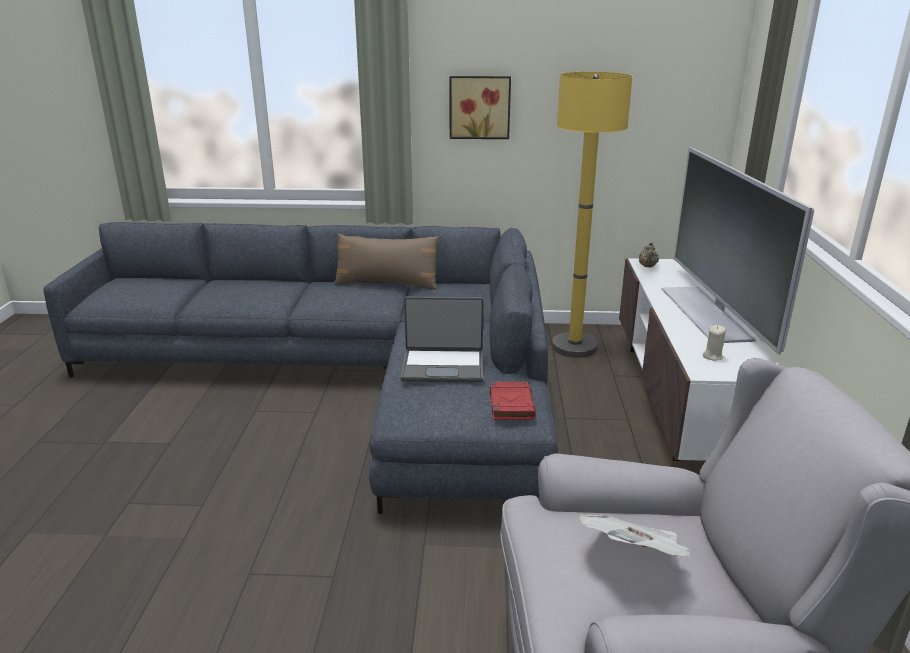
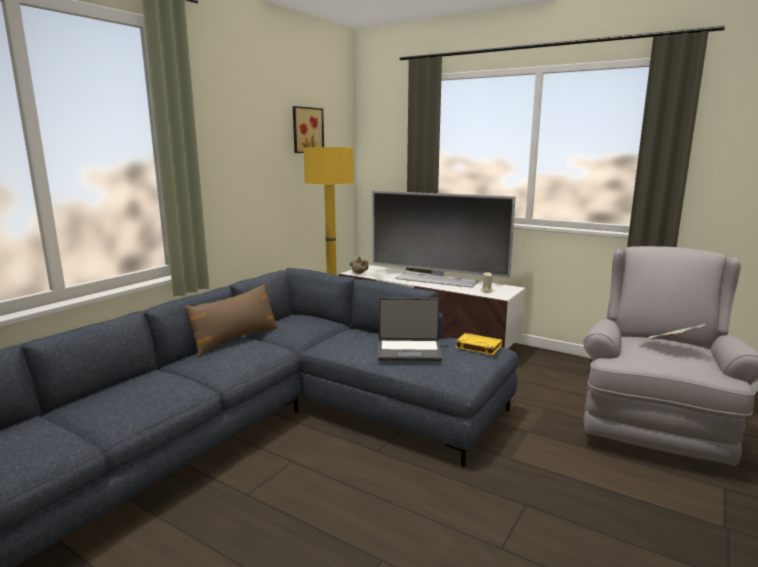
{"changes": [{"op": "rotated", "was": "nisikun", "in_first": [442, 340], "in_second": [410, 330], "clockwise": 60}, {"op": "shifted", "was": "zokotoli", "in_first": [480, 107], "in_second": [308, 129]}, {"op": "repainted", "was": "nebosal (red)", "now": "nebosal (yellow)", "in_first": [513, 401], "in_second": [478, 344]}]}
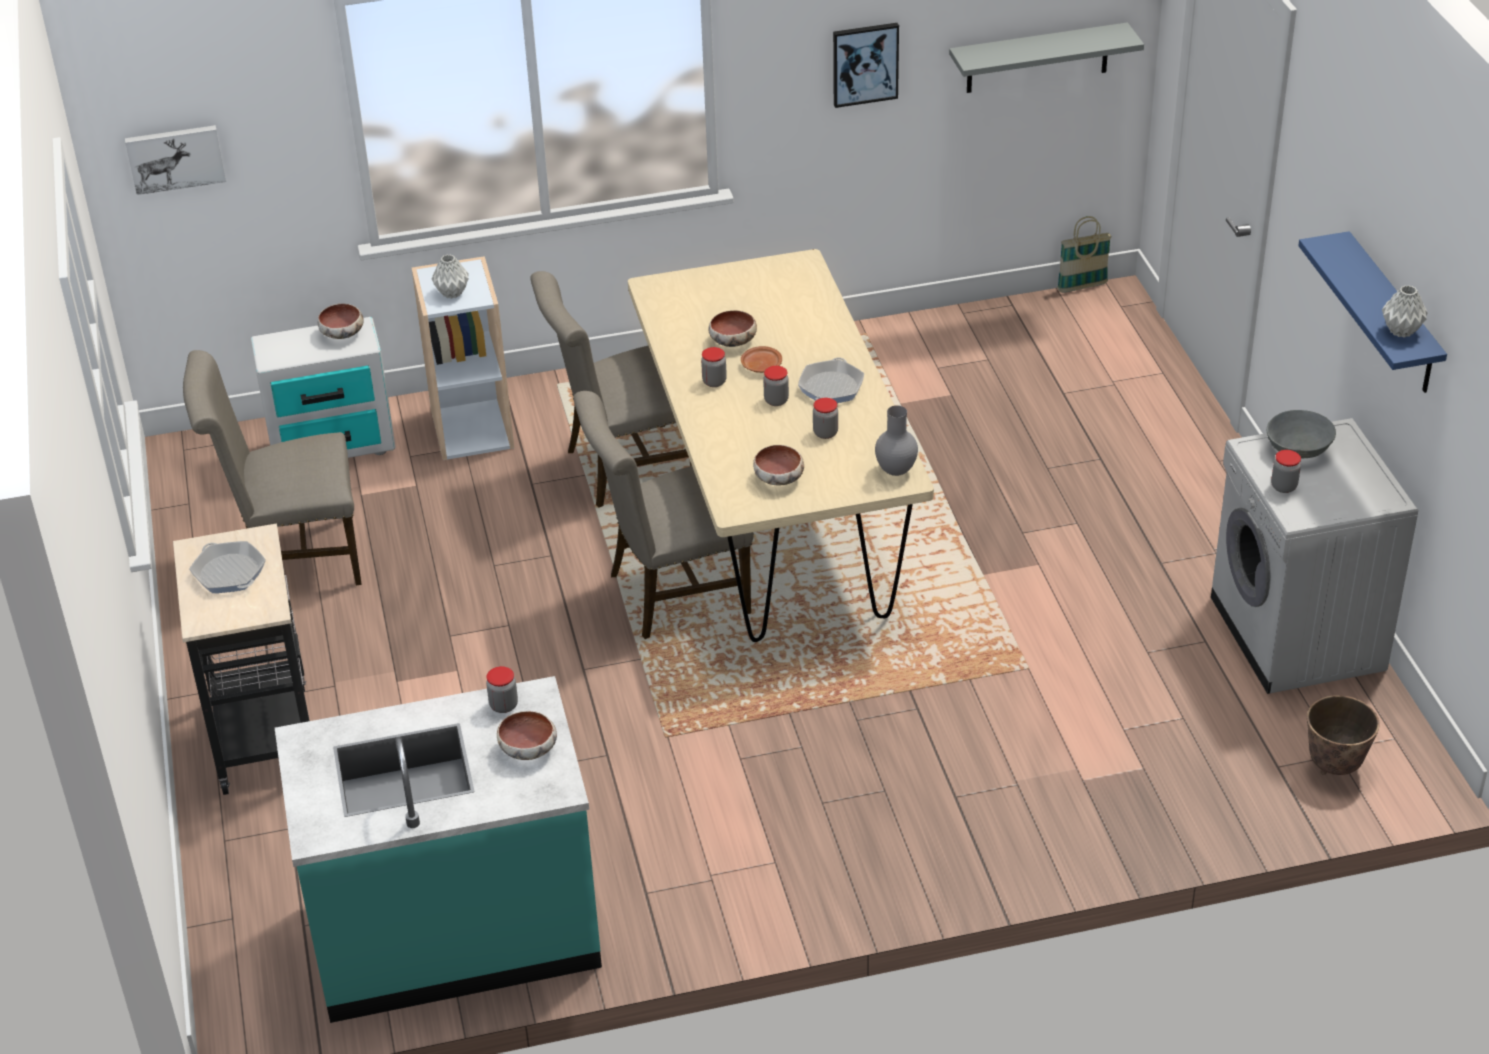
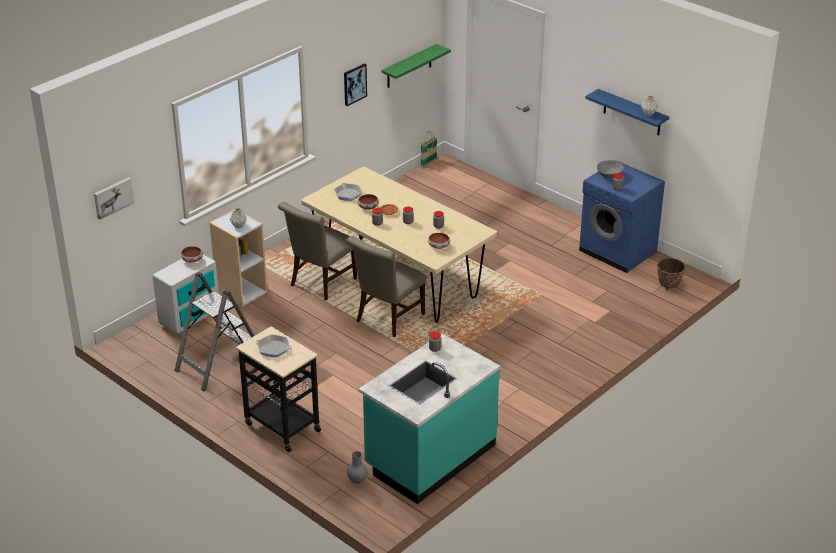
{"changes": [{"op": "swapped", "was": "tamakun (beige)", "now": "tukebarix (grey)", "in_first": [272, 468], "in_second": [214, 331]}, {"op": "gone", "was": "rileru", "in_first": [527, 735]}, {"op": "shifted", "was": "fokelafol", "in_first": [831, 380], "in_second": [348, 192]}, {"op": "shifted", "was": "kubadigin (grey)", "in_first": [896, 440], "in_second": [357, 467]}, {"op": "repainted", "was": "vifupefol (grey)", "now": "vifupefol (green)", "in_first": [1046, 57], "in_second": [416, 66]}, {"op": "repainted", "was": "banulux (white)", "now": "banulux (blue)", "in_first": [1314, 556], "in_second": [622, 216]}]}
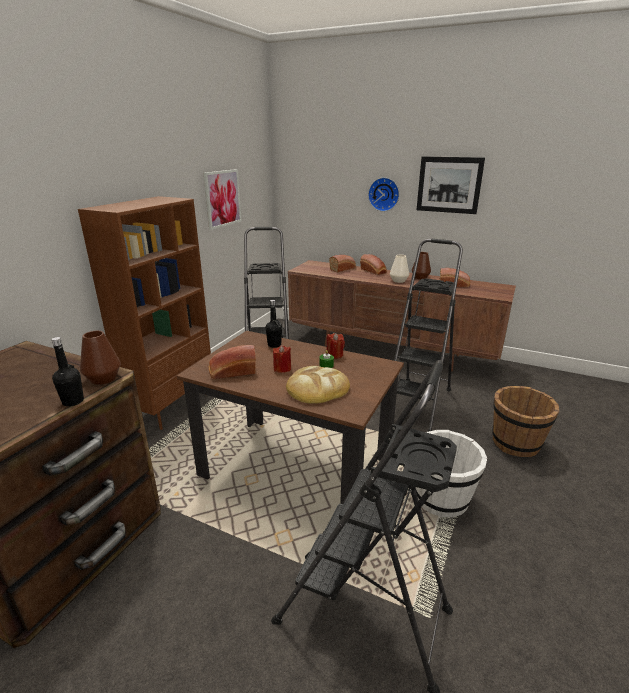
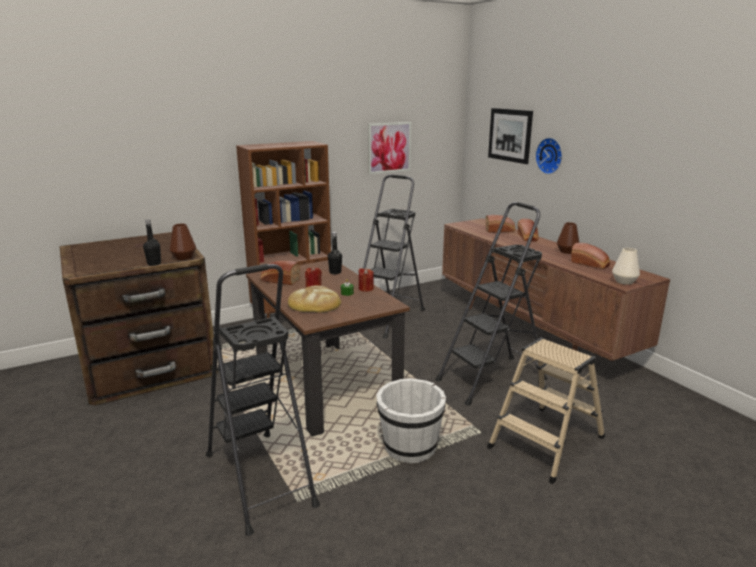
{"changes": [{"op": "shifted", "was": "kubadigin (white)", "in_first": [399, 269], "in_second": [626, 266]}, {"op": "shifted", "was": "zokotoli", "in_first": [450, 185], "in_second": [510, 136]}, {"op": "swapped", "was": "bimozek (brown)", "now": "tukebarix (beige)", "in_first": [525, 421], "in_second": [546, 411]}]}
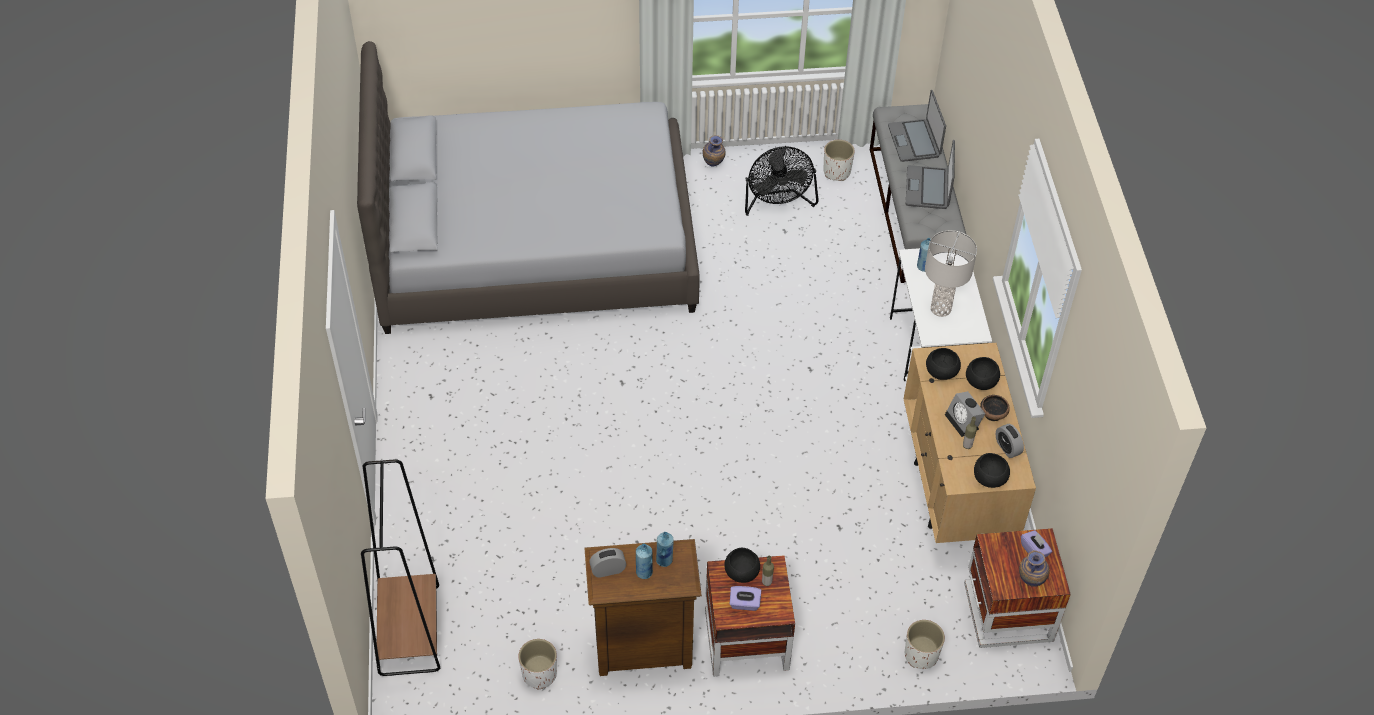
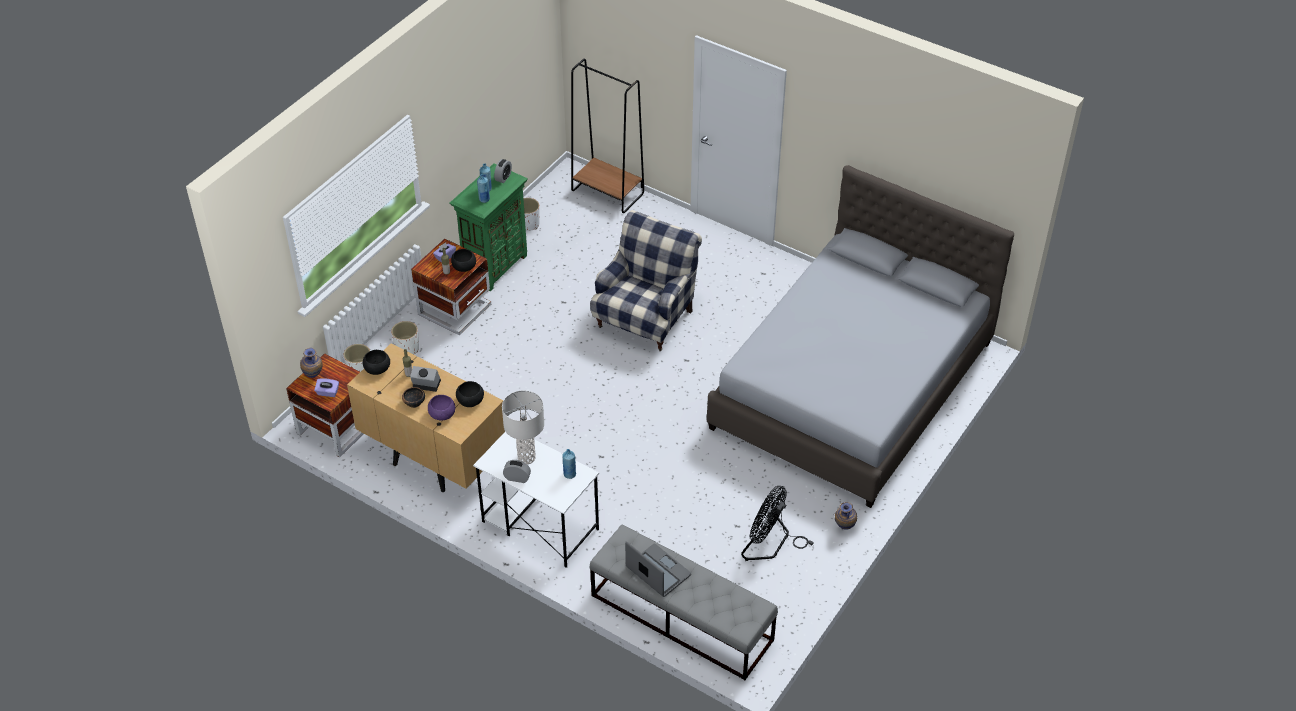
{"changes": [{"op": "repainted", "was": "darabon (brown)", "now": "darabon (green)", "in_first": [643, 607], "in_second": [488, 227]}, {"op": "shifted", "was": "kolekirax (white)", "in_first": [839, 160], "in_second": [405, 338]}, {"op": "gone", "was": "nisikun", "in_first": [917, 126]}, {"op": "repainted", "was": "rileru (black)", "now": "rileru (purple)", "in_first": [983, 373], "in_second": [441, 408]}, {"op": "shifted", "was": "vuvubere", "in_first": [1010, 441], "in_second": [517, 471]}, {"op": "new", "now": "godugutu", "in_second": [646, 280]}]}
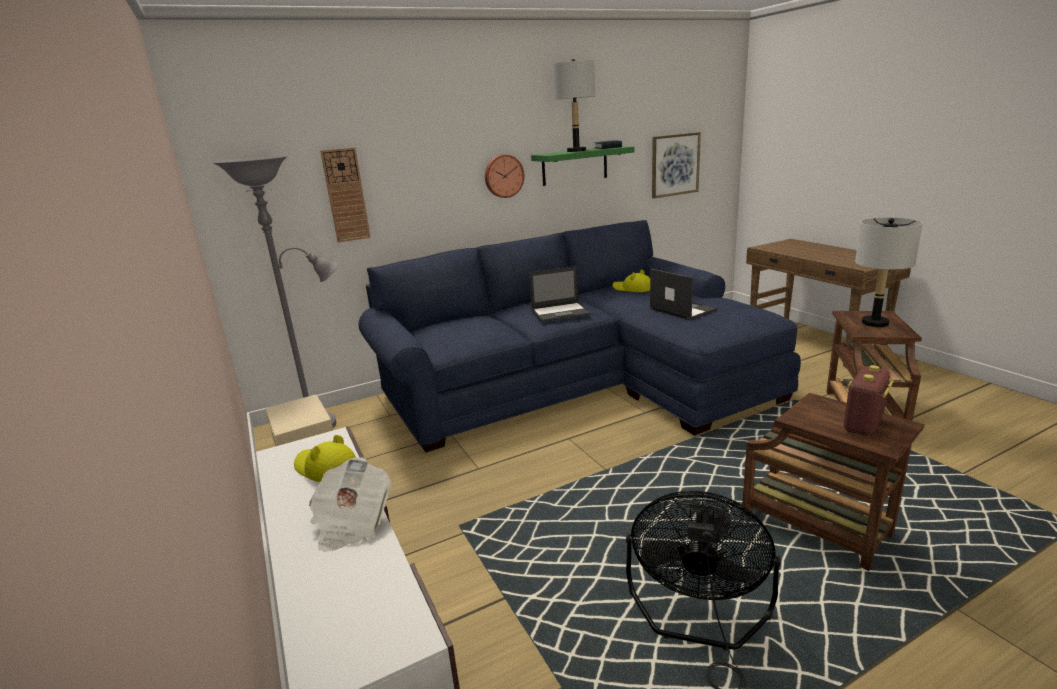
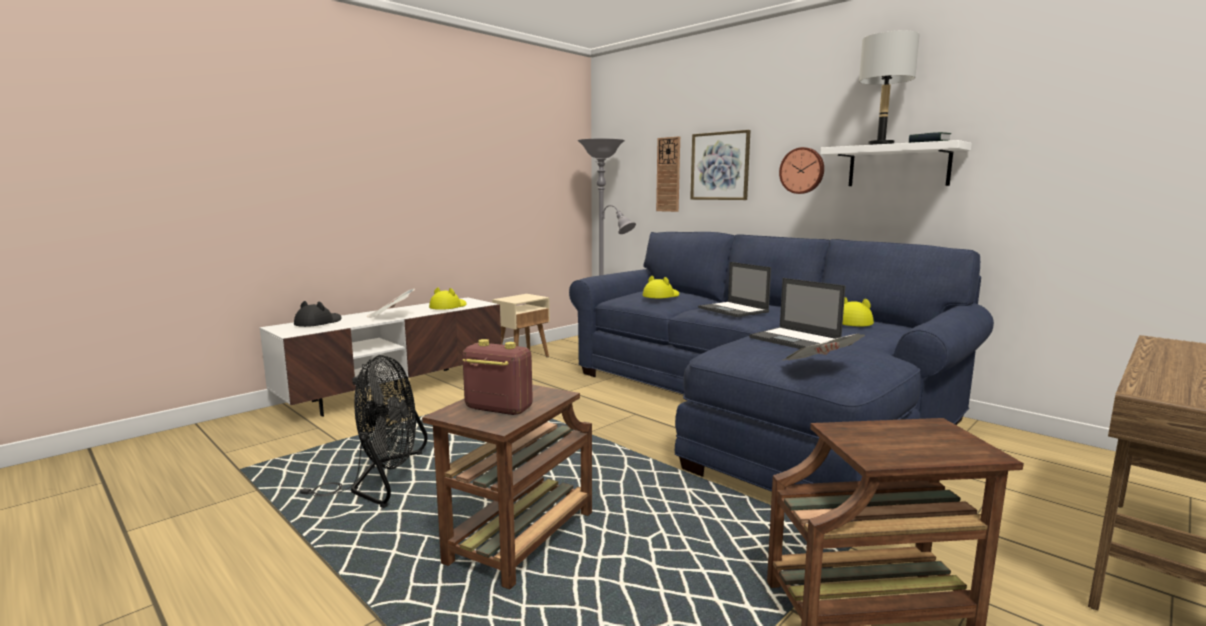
{"changes": [{"op": "repainted", "was": "vifupefol (green)", "now": "vifupefol (white)", "in_first": [583, 166], "in_second": [896, 163]}, {"op": "rotated", "was": "nisikun", "in_first": [684, 294], "in_second": [797, 313], "clockwise": 105}, {"op": "shifted", "was": "zokotoli", "in_first": [676, 165], "in_second": [720, 165]}, {"op": "gone", "was": "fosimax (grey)", "in_first": [889, 272]}, {"op": "new", "now": "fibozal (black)", "in_second": [318, 314]}, {"op": "new", "now": "fibozal (yellow)", "in_second": [661, 287]}, {"op": "new", "now": "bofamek", "in_second": [824, 346]}]}
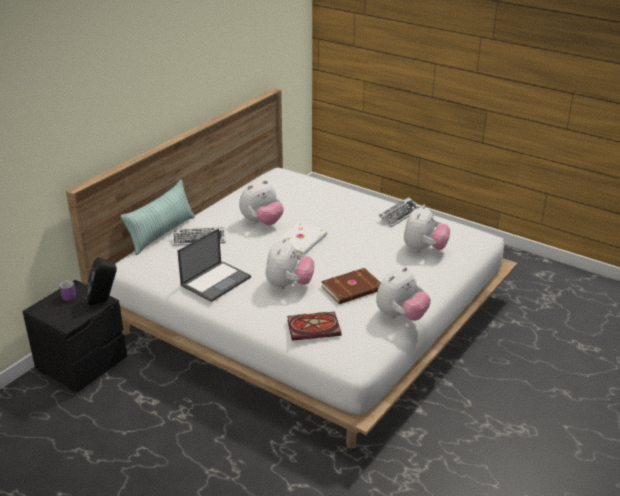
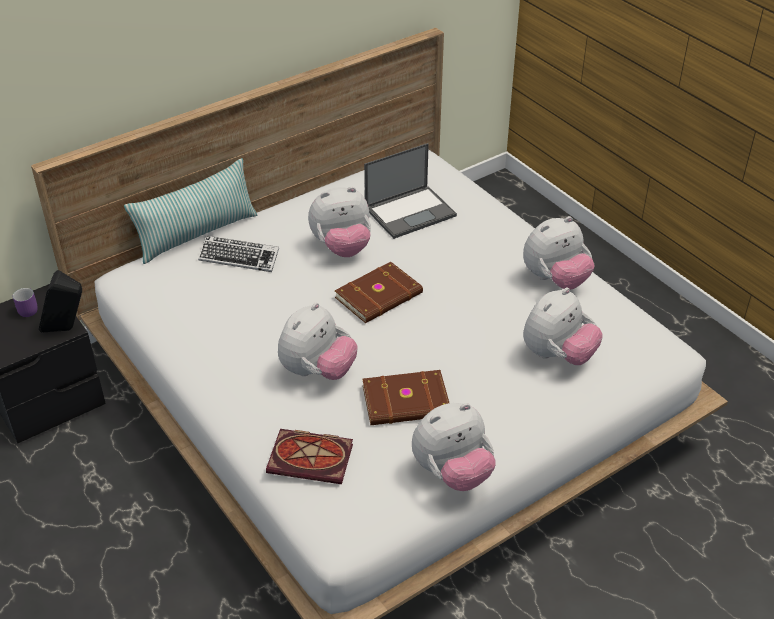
{"changes": [{"op": "shifted", "was": "nisikun", "in_first": [214, 265], "in_second": [410, 191]}, {"op": "repainted", "was": "nebosal (white)", "now": "nebosal (brown)", "in_first": [301, 238], "in_second": [379, 292]}, {"op": "swapped", "was": "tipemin", "now": "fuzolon", "in_first": [400, 212], "in_second": [559, 253]}]}
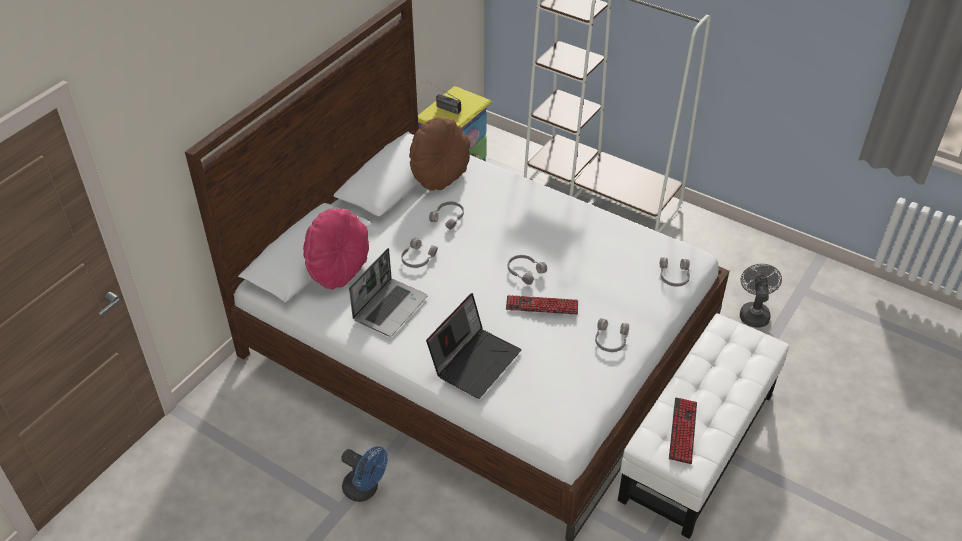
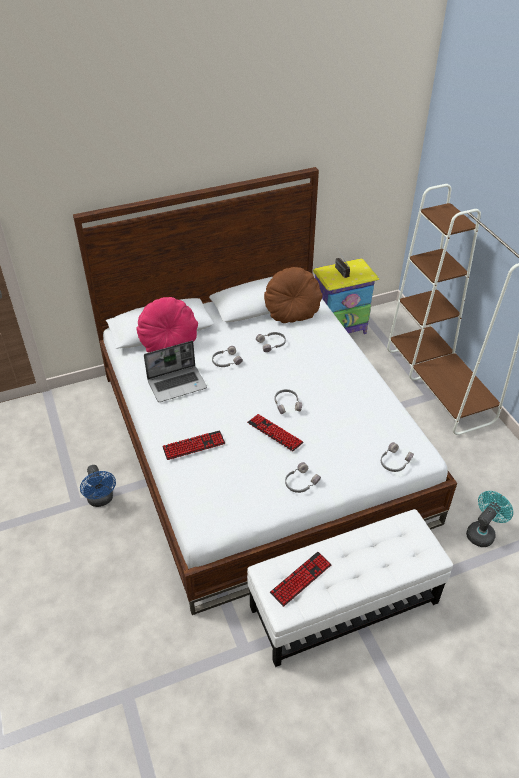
{"changes": [{"op": "swapped", "was": "nisikun", "now": "tipemin", "in_first": [473, 346], "in_second": [193, 445]}, {"op": "repainted", "was": "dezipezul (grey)", "now": "dezipezul (turquoise)", "in_first": [761, 295], "in_second": [489, 519]}]}
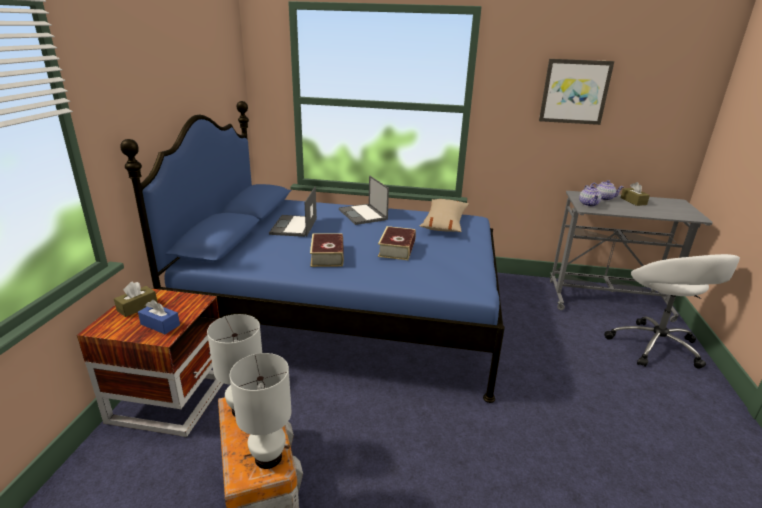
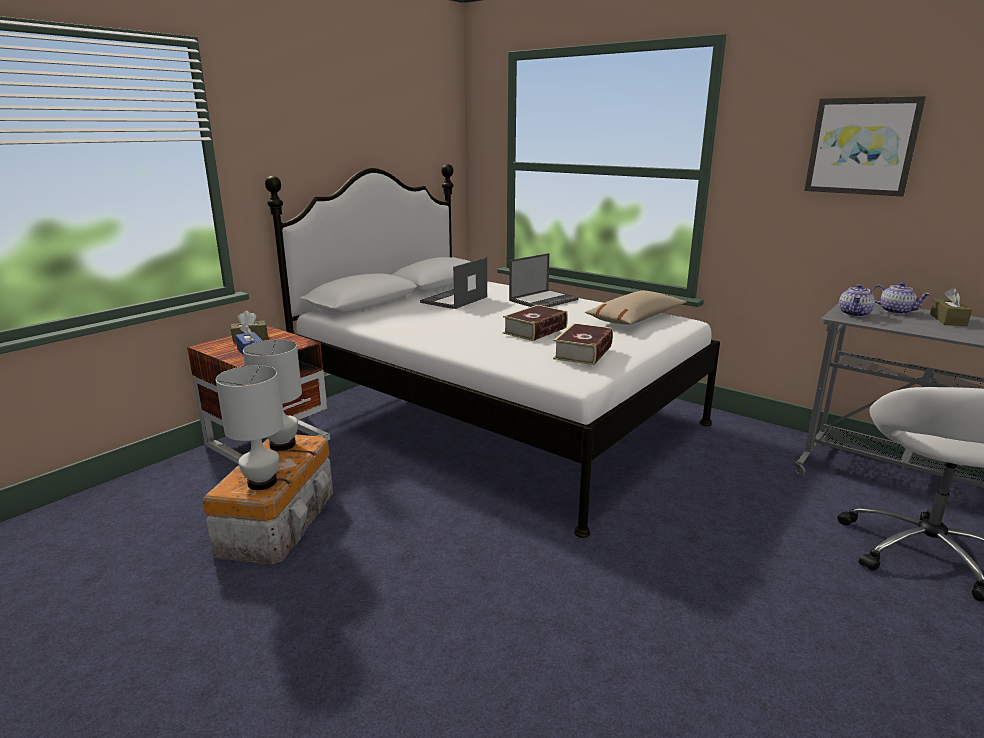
{"changes": [{"op": "repainted", "was": "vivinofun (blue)", "now": "vivinofun (white)", "in_first": [312, 252], "in_second": [492, 351]}, {"op": "shifted", "was": "nebosal", "in_first": [327, 250], "in_second": [583, 344]}, {"op": "rotated", "was": "nisikun", "in_first": [364, 200], "in_second": [544, 280], "clockwise": -135}]}
